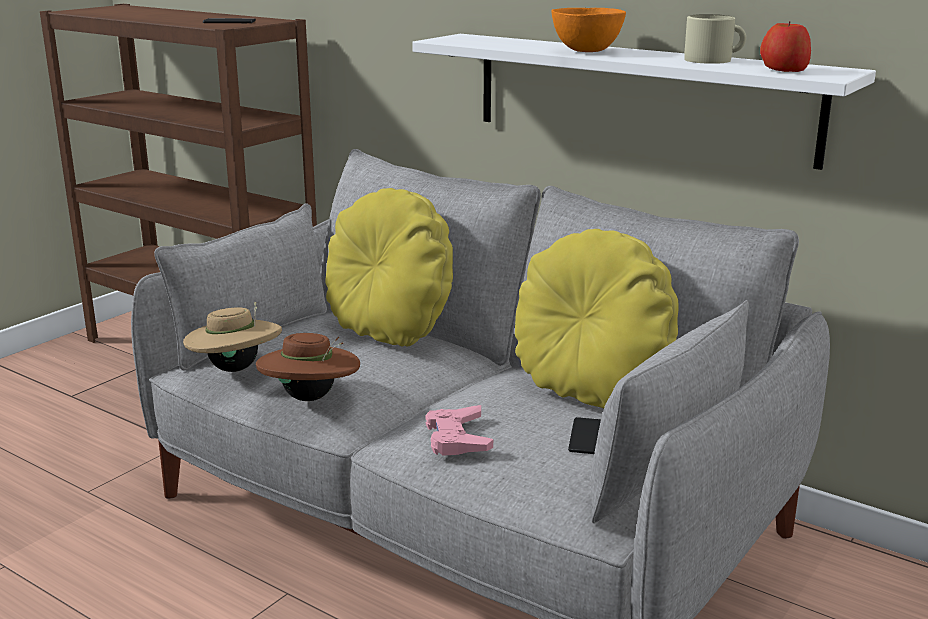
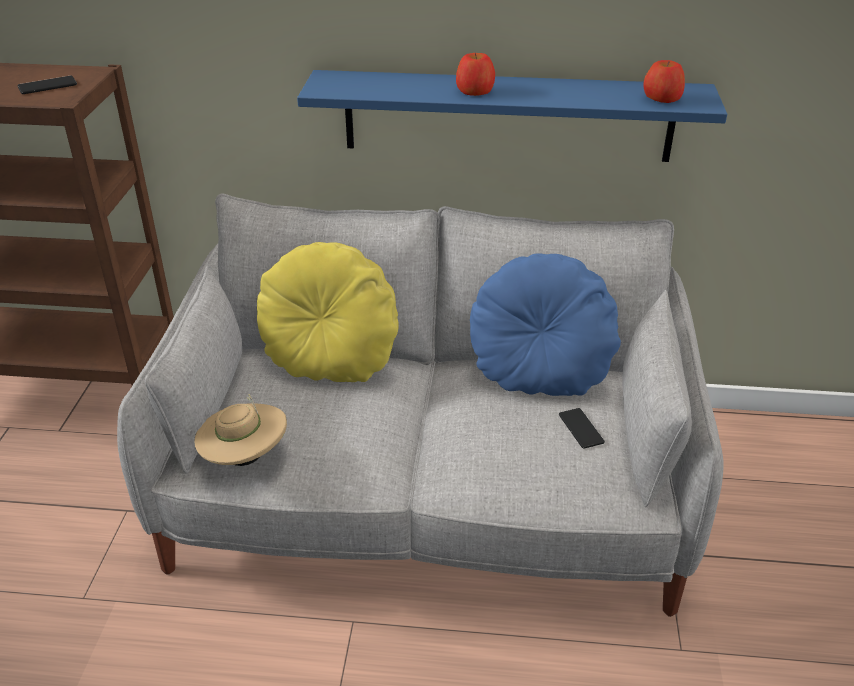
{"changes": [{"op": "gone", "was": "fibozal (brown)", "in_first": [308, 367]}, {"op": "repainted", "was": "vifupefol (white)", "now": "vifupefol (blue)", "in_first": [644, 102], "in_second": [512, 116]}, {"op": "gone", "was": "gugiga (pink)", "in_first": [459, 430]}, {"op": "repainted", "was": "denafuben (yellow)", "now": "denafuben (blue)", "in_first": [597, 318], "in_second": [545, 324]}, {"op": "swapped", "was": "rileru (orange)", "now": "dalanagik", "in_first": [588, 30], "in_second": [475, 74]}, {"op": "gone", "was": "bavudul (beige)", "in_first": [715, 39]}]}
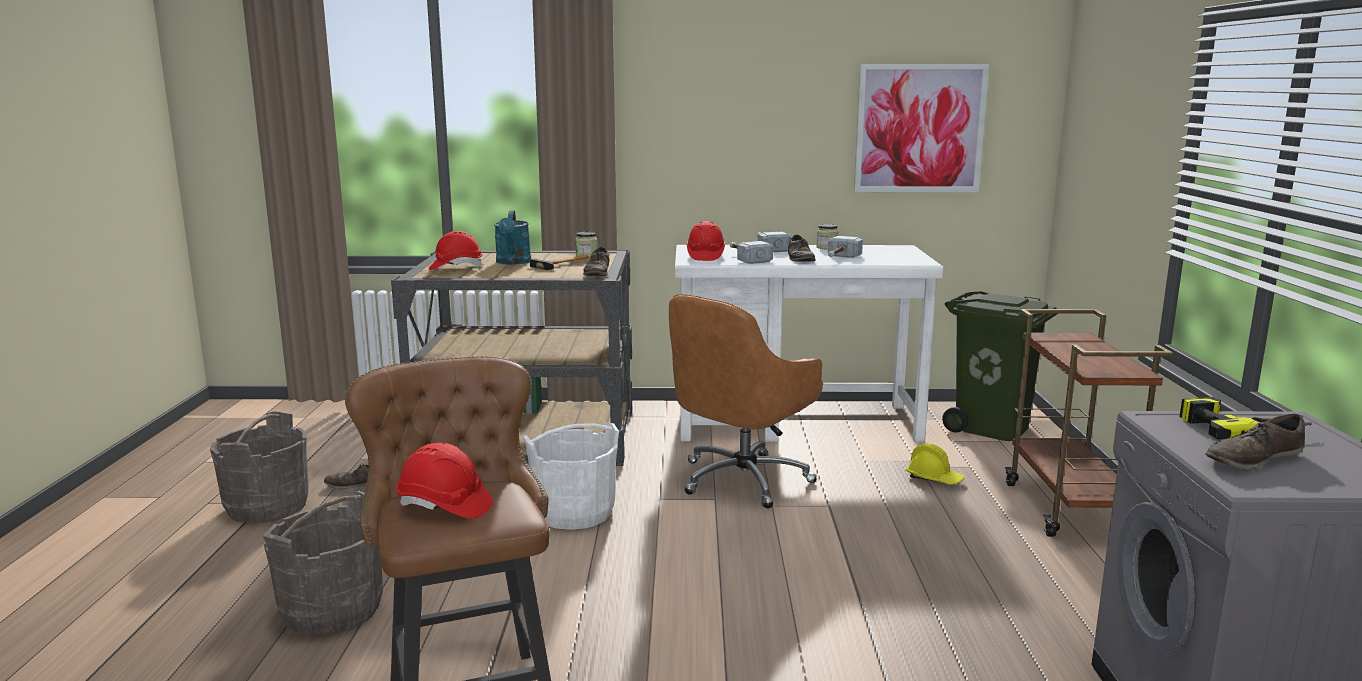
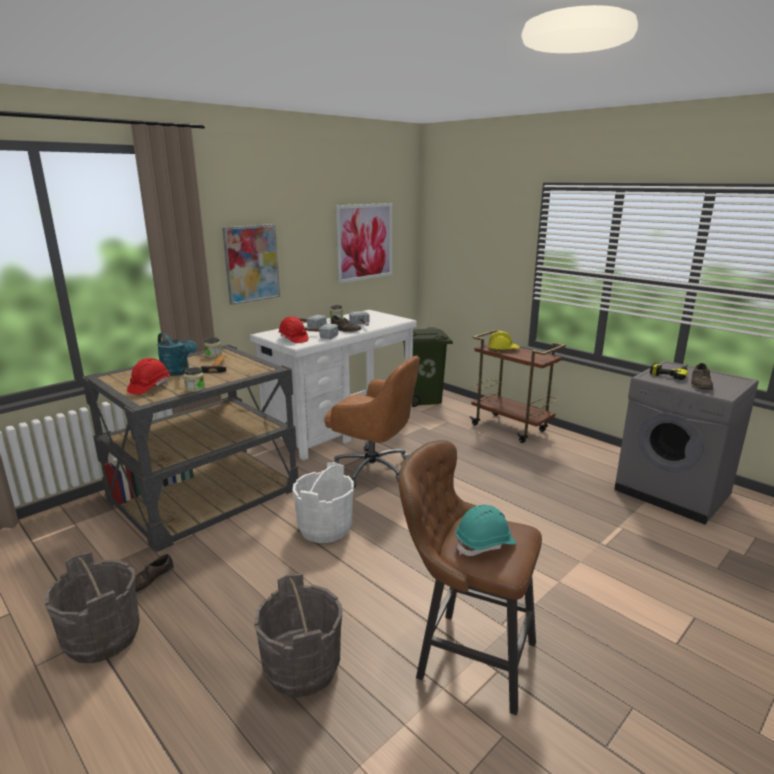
{"changes": [{"op": "repainted", "was": "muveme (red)", "now": "muveme (turquoise)", "in_first": [444, 481], "in_second": [485, 530]}, {"op": "gone", "was": "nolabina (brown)", "in_first": [596, 261]}, {"op": "rotated", "was": "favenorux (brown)", "in_first": [746, 401], "in_second": [372, 421], "clockwise": -60}, {"op": "shifted", "was": "muveme (yellow)", "in_first": [935, 463], "in_second": [504, 341]}, {"op": "new", "now": "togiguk", "in_second": [194, 379]}, {"op": "new", "now": "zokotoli", "in_second": [251, 264]}]}
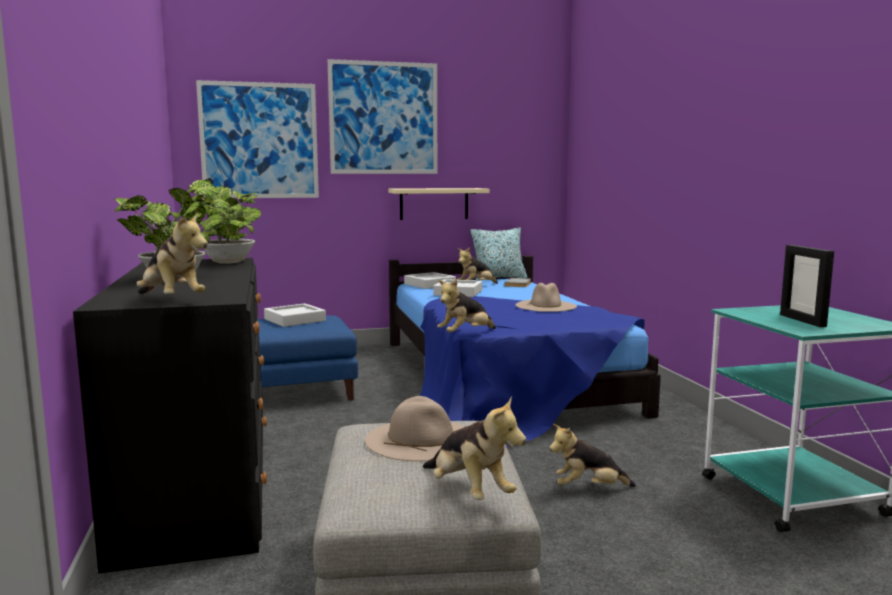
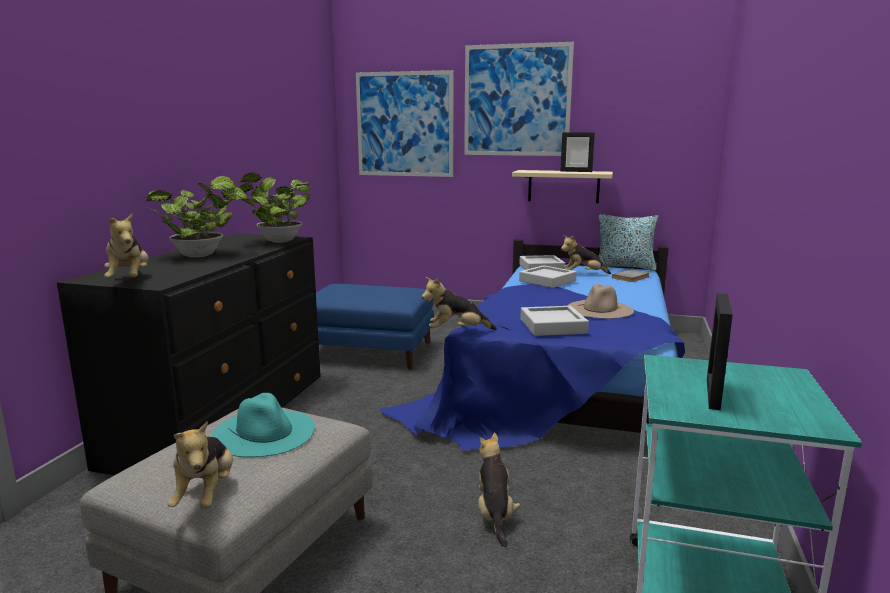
{"changes": [{"op": "shifted", "was": "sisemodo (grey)", "in_first": [295, 315], "in_second": [554, 321]}, {"op": "repainted", "was": "fibozal (beige)", "now": "fibozal (turquoise)", "in_first": [414, 428], "in_second": [263, 425]}, {"op": "rotated", "was": "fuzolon", "in_first": [592, 455], "in_second": [499, 489], "clockwise": 60}, {"op": "new", "now": "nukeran", "in_second": [578, 152]}]}
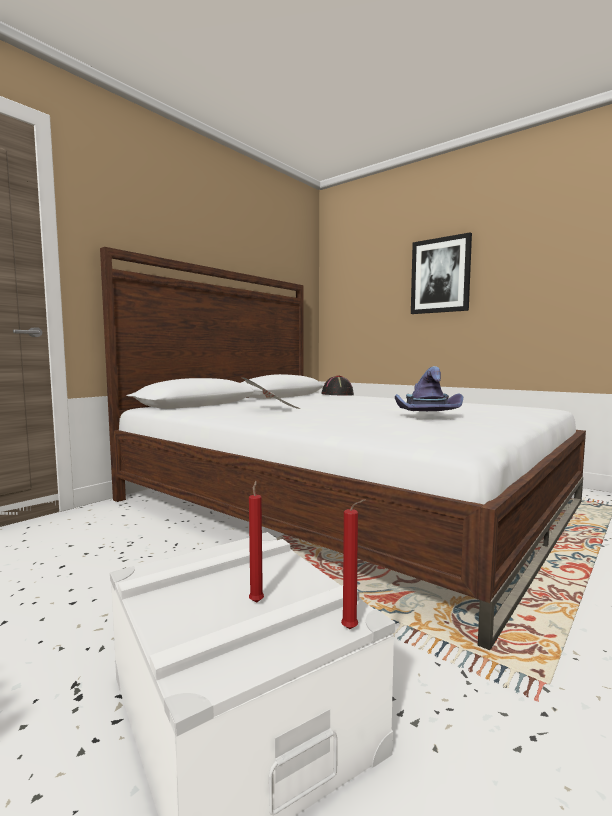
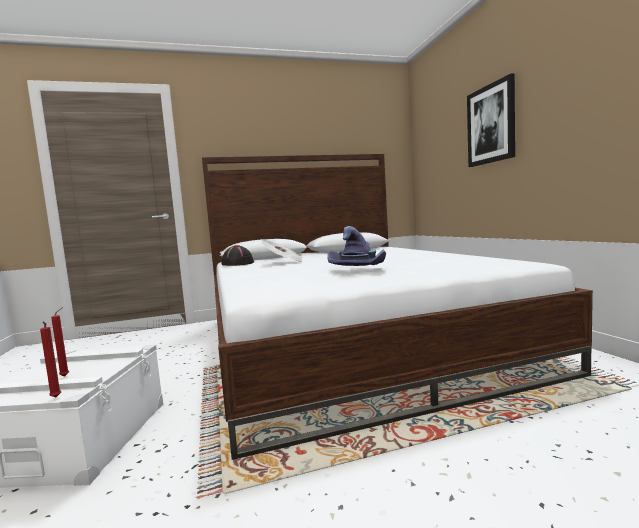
{"changes": [{"op": "shifted", "was": "fibozal (black)", "in_first": [338, 386], "in_second": [238, 255]}]}
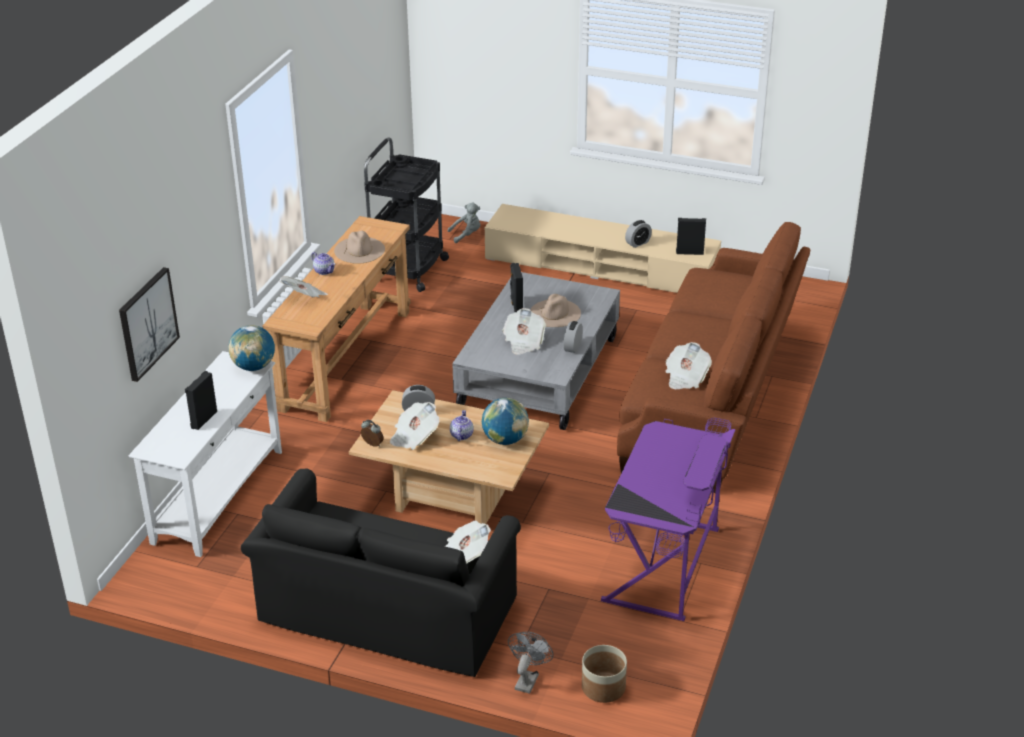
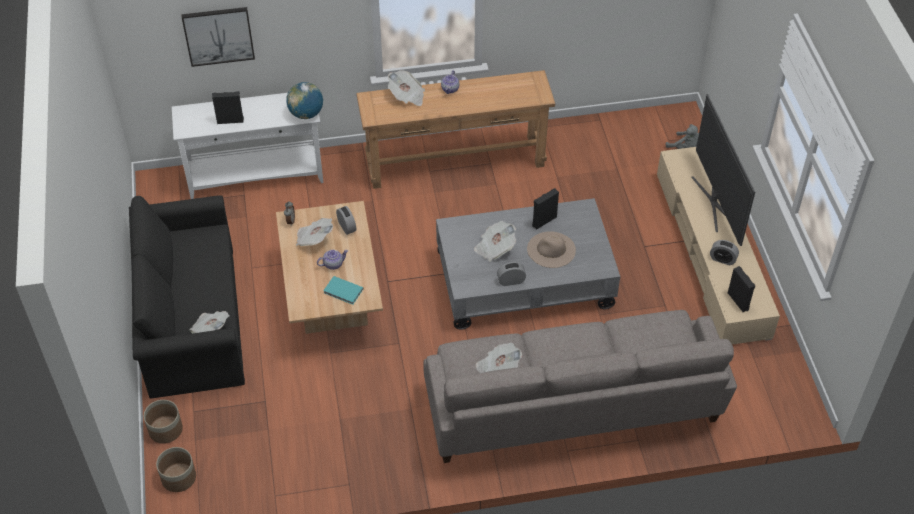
{"changes": [{"op": "gone", "was": "fibozal (beige)", "in_first": [359, 247]}, {"op": "gone", "was": "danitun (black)", "in_first": [406, 214]}, {"op": "swapped", "was": "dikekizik", "now": "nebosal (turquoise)", "in_first": [505, 421], "in_second": [343, 290]}, {"op": "swapped", "was": "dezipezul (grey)", "now": "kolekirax", "in_first": [530, 663], "in_second": [163, 422]}, {"op": "gone", "was": "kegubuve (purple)", "in_first": [668, 519]}, {"op": "repainted", "was": "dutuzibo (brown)", "now": "dutuzibo (grey)", "in_first": [713, 357], "in_second": [580, 386]}, {"op": "new", "now": "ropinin", "in_second": [723, 170]}]}
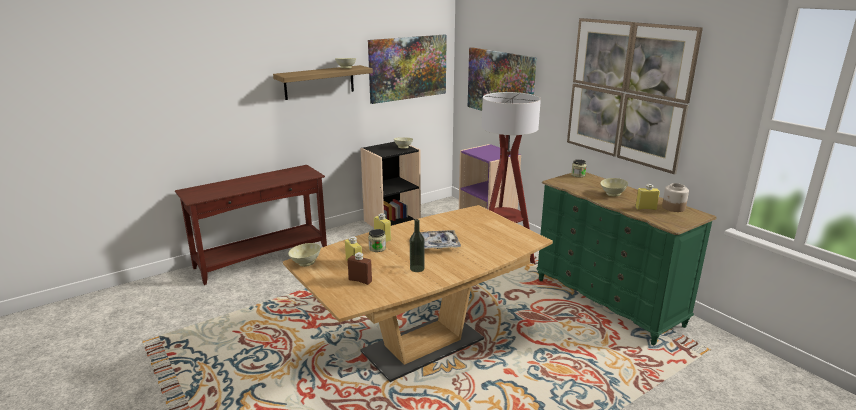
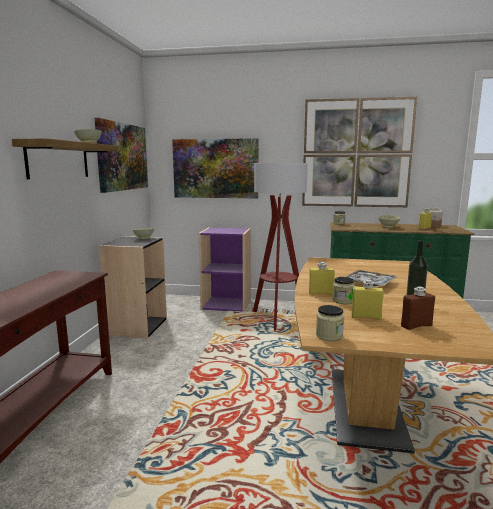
{"changes": [{"op": "swapped", "was": "rileru (beige)", "now": "togiguk", "in_first": [304, 255], "in_second": [330, 323]}]}
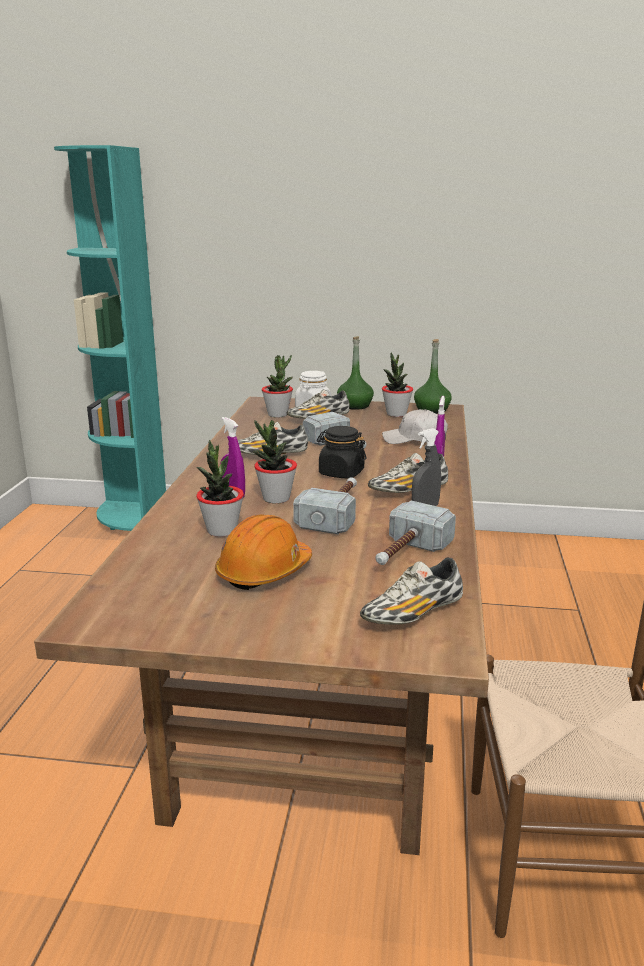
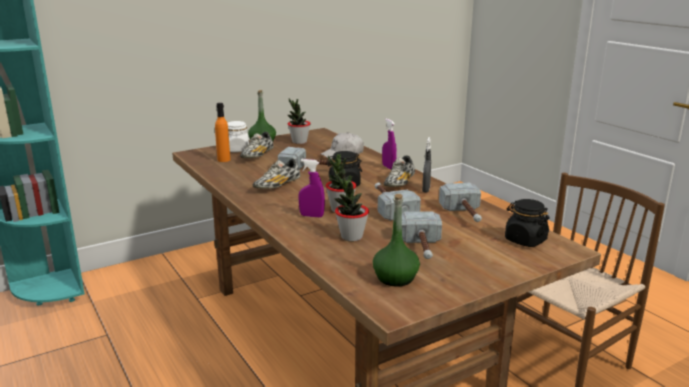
{"changes": [{"op": "swapped", "was": "muveme (orange)", "now": "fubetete", "in_first": [263, 552], "in_second": [422, 235]}, {"op": "swapped", "was": "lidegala", "now": "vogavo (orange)", "in_first": [277, 386], "in_second": [223, 132]}, {"op": "swapped", "was": "nolabina", "now": "togiguk (black)", "in_first": [411, 591], "in_second": [527, 223]}, {"op": "shifted", "was": "vogavo (green)", "in_first": [433, 376], "in_second": [396, 240]}]}
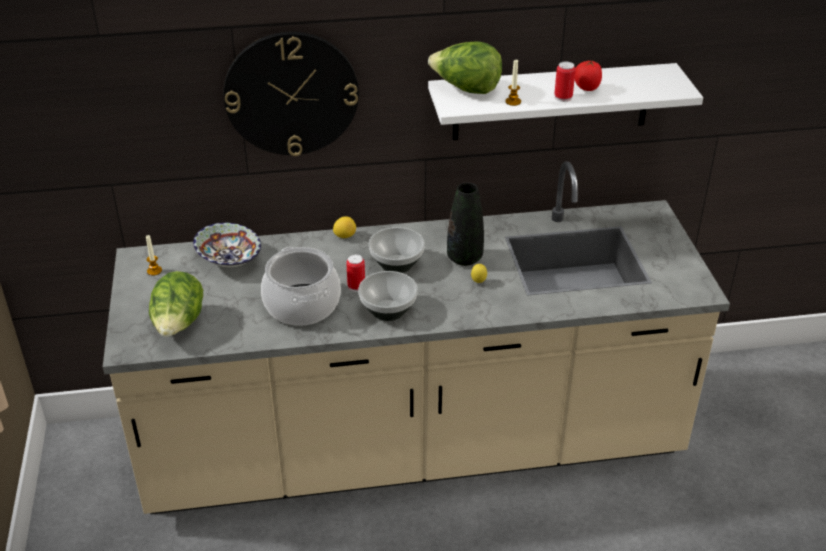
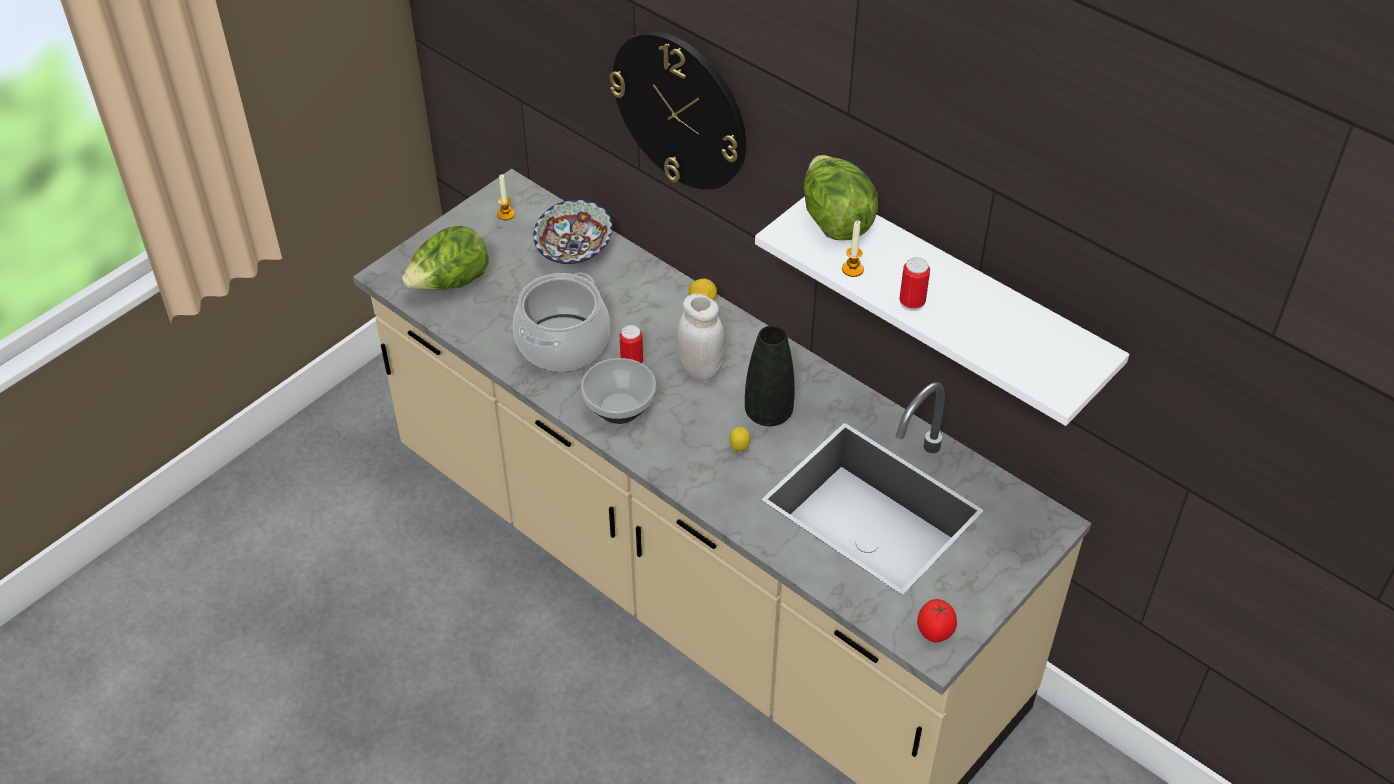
{"changes": [{"op": "swapped", "was": "rileru", "now": "togiguk (white)", "in_first": [397, 250], "in_second": [700, 336]}, {"op": "shifted", "was": "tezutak", "in_first": [588, 76], "in_second": [937, 620]}]}
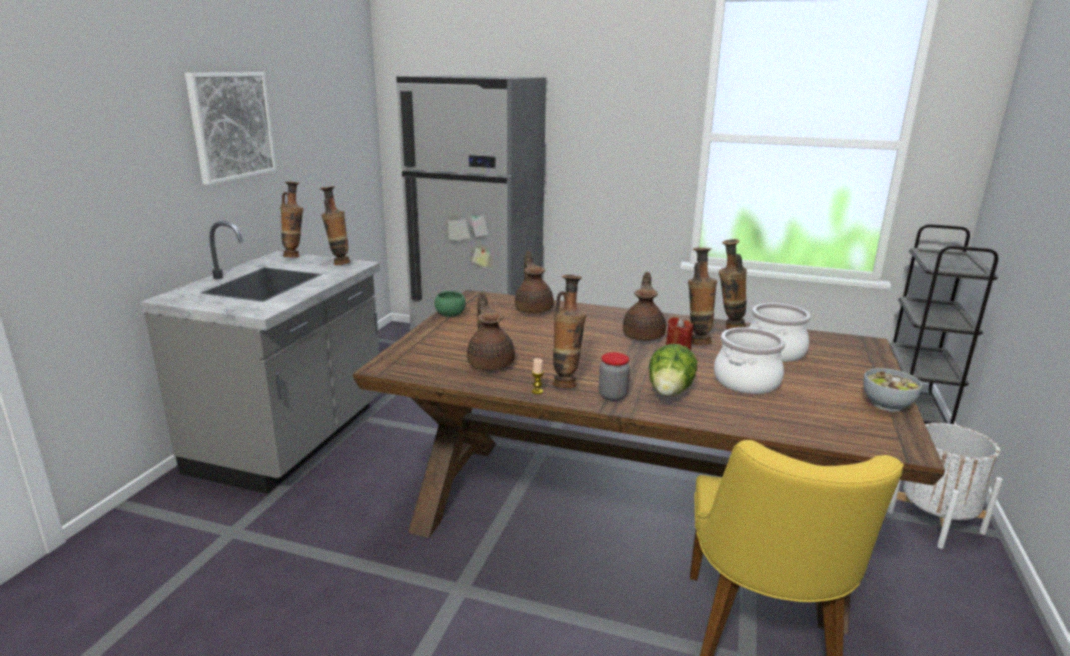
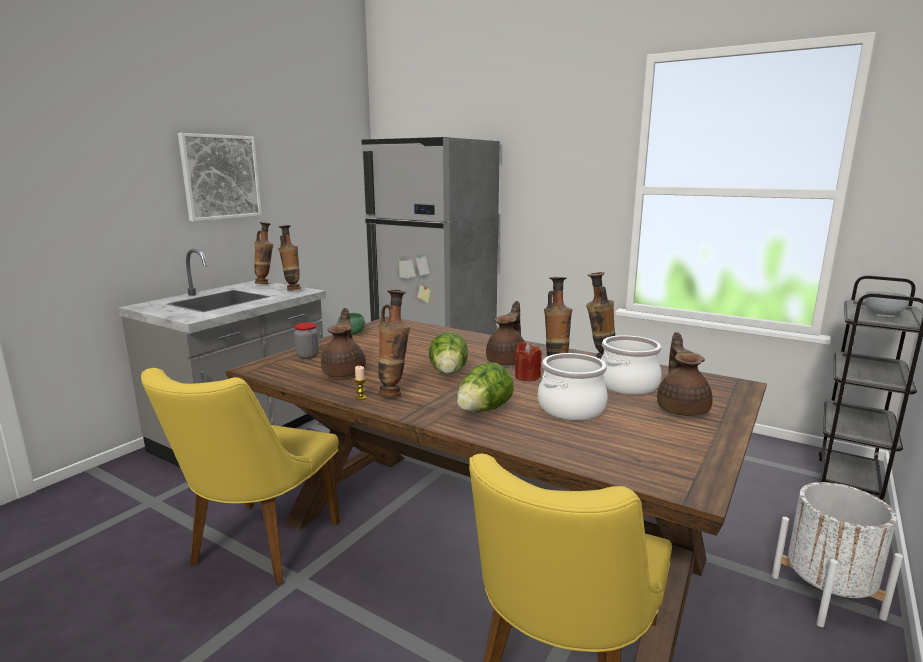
{"changes": [{"op": "shifted", "was": "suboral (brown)", "in_first": [534, 283], "in_second": [685, 374]}, {"op": "shifted", "was": "togiguk", "in_first": [614, 376], "in_second": [306, 341]}, {"op": "shifted", "was": "rileru", "in_first": [892, 390], "in_second": [887, 304]}, {"op": "new", "now": "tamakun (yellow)", "in_second": [240, 476]}, {"op": "new", "now": "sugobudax", "in_second": [448, 353]}]}
